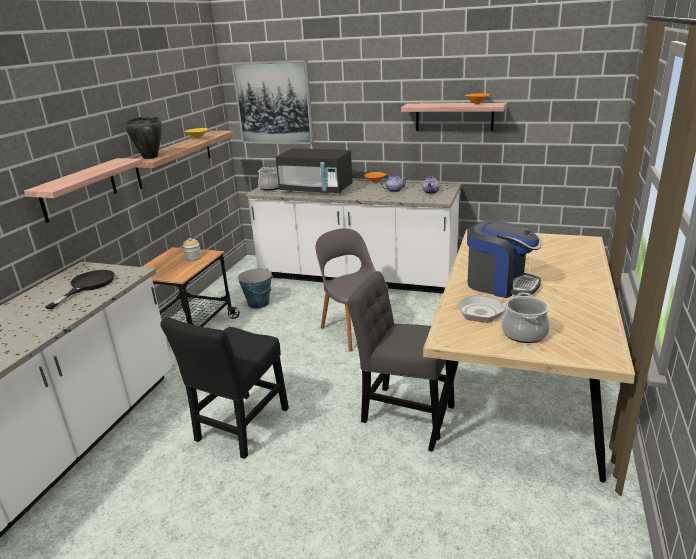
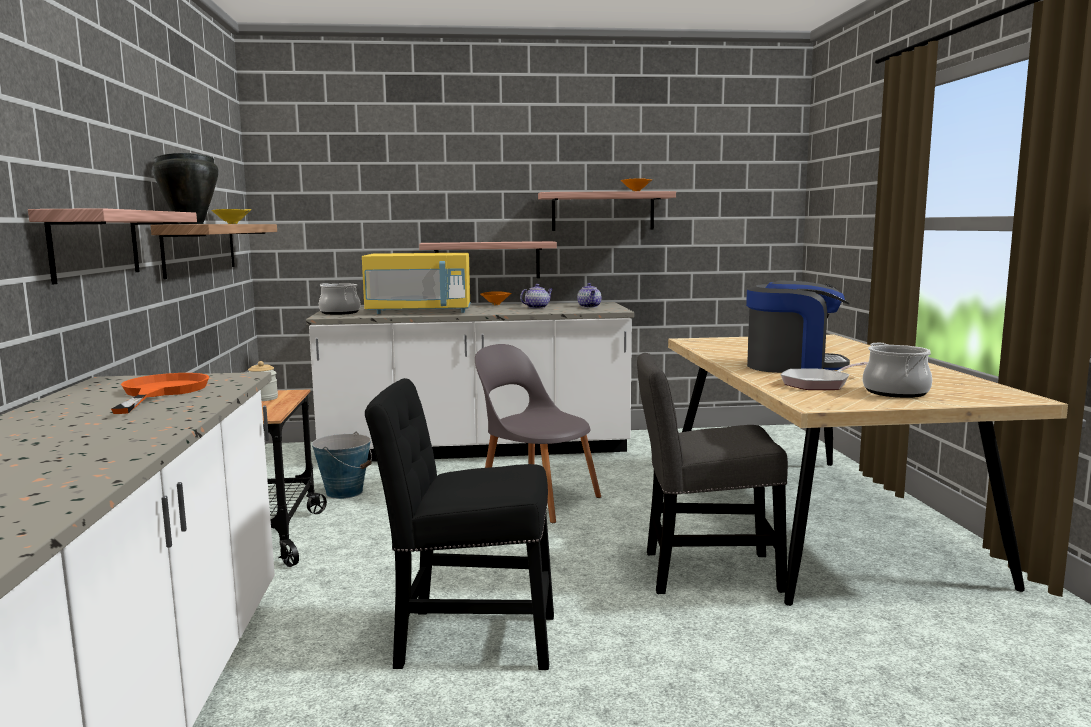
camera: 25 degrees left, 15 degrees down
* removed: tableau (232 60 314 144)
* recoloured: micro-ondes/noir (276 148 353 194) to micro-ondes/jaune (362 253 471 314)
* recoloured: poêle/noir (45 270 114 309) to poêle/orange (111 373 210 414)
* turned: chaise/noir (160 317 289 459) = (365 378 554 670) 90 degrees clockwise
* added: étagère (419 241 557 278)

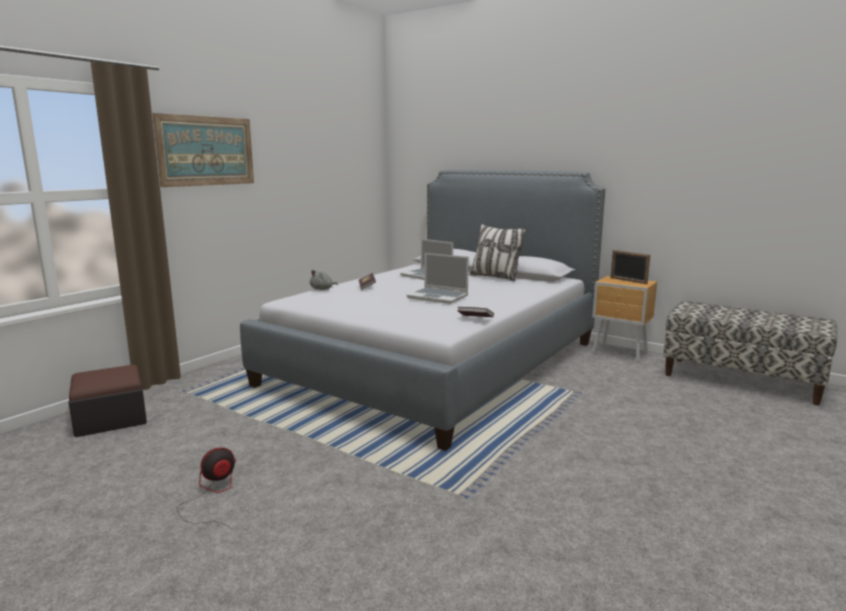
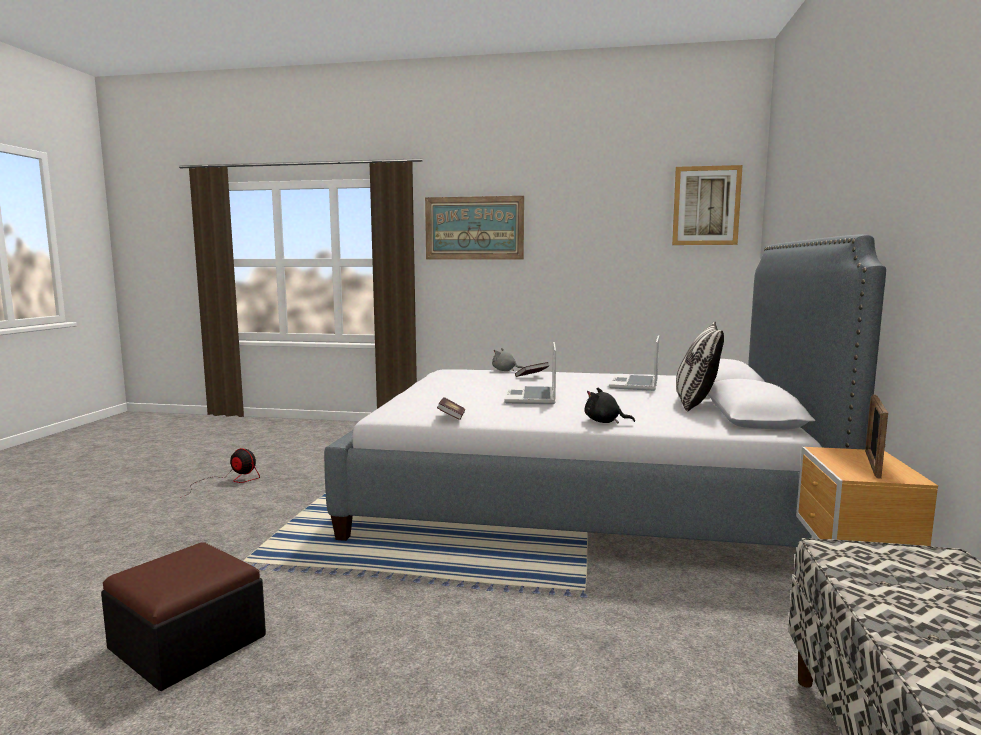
camera: 65 degrees right, 5 degrees down
* moved: pouf (69 365 147 437) to (101 542 266 691)
* added: tableau (672 165 743 245)
* added: peluche/noir (585 388 635 423)

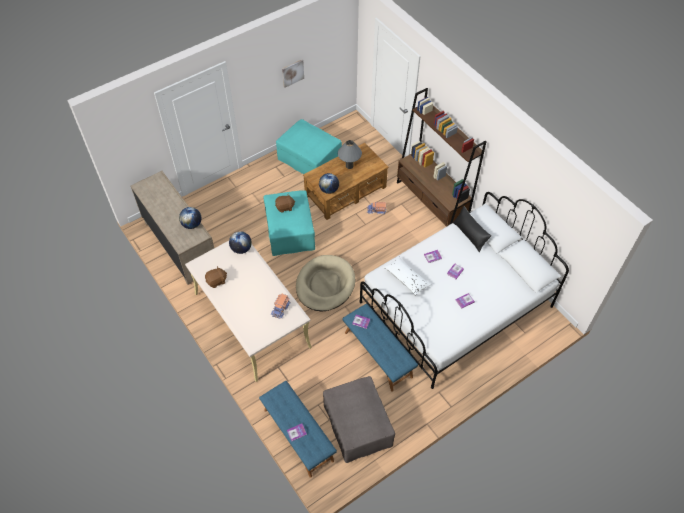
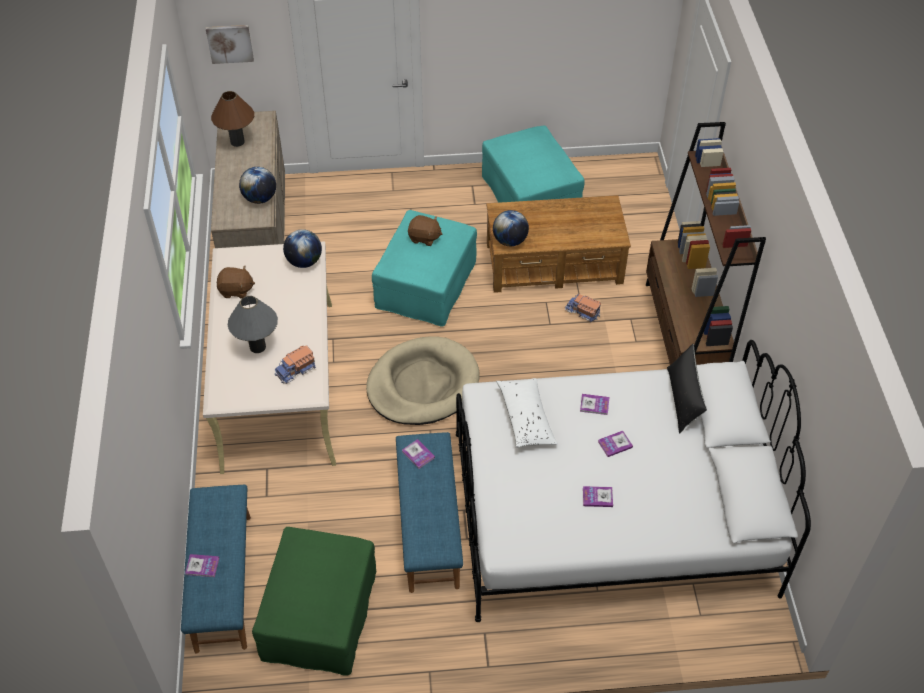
camera: 30 degrees right, 5 degrees down
* moved: tableau (282 60 304 87) to (206 25 254 64)
* moved: lampe de table/gris (338 140 362 169) to (228 296 278 353)
* recoloured: pouf/gris (323 376 395 463) to pouf/vert (252 527 376 675)
* added: lampe de table/marron (211 91 254 147)

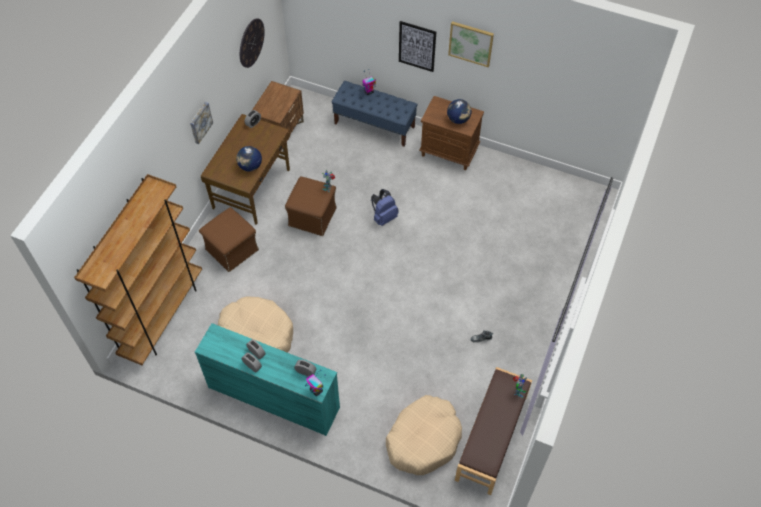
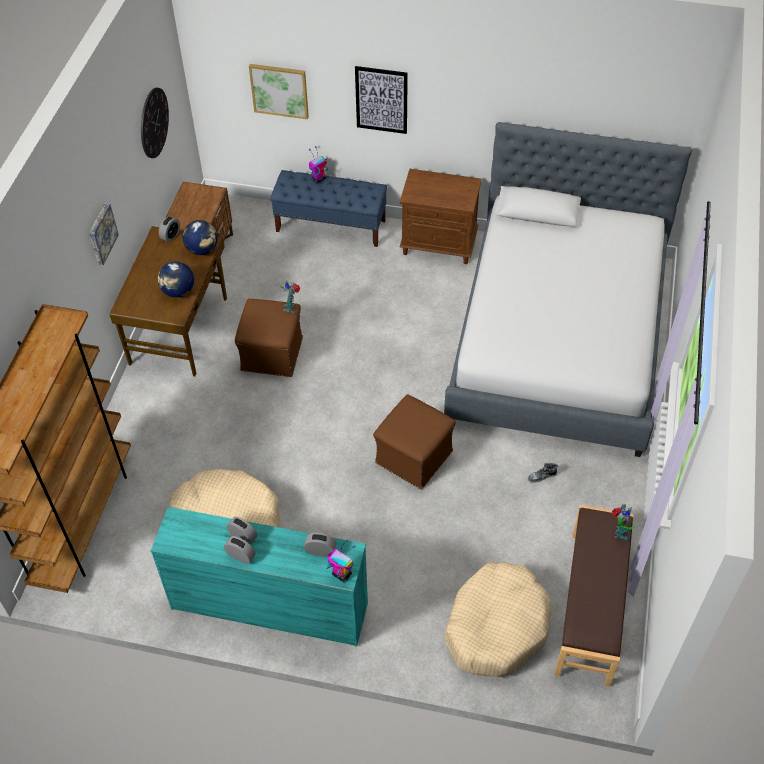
camera: 10 degrees left, 5 degrees down
* moved: tableau (448 21 494 67) to (249 64 309 119)
* moved: globe (447 99 471 124) to (182 220 218 255)
* removed: sac à dos/bleu (371 189 399 226)
* moved: pouf/marron (199 207 259 272) to (373 394 456 489)
* added: lit (444 122 692 457)

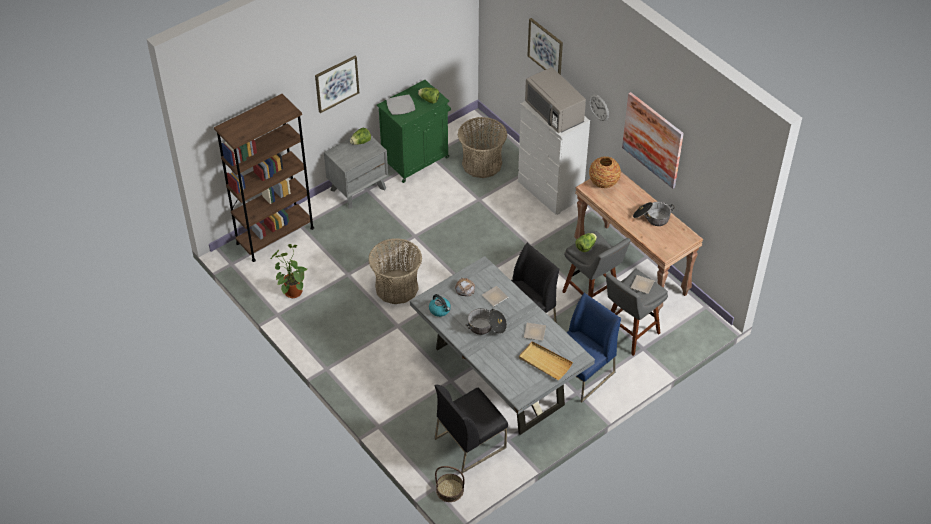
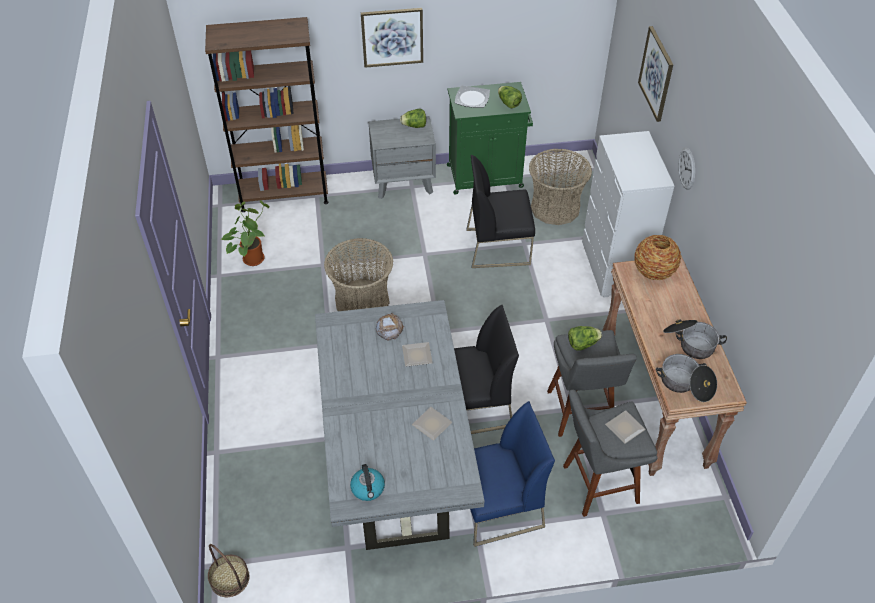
camera: 30 degrees right, 0 degrees up
* removed: micro-ondes/gris (525 67 586 133)
* removed: tableau (622 92 684 189)
* moved: bouilloire (429 294 451 317) to (350 464 385 501)
* moved: marmite (466 308 507 335) to (656 354 717 402)
* removed: plateau/beige (519 341 573 380)
* moved: chaise/noir (434 385 508 473) to (466 155 535 268)

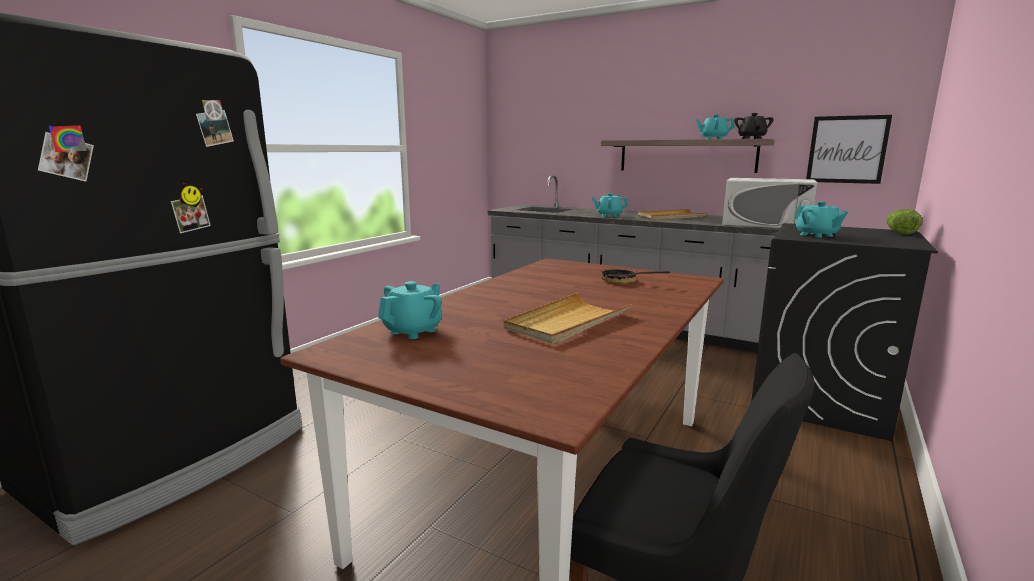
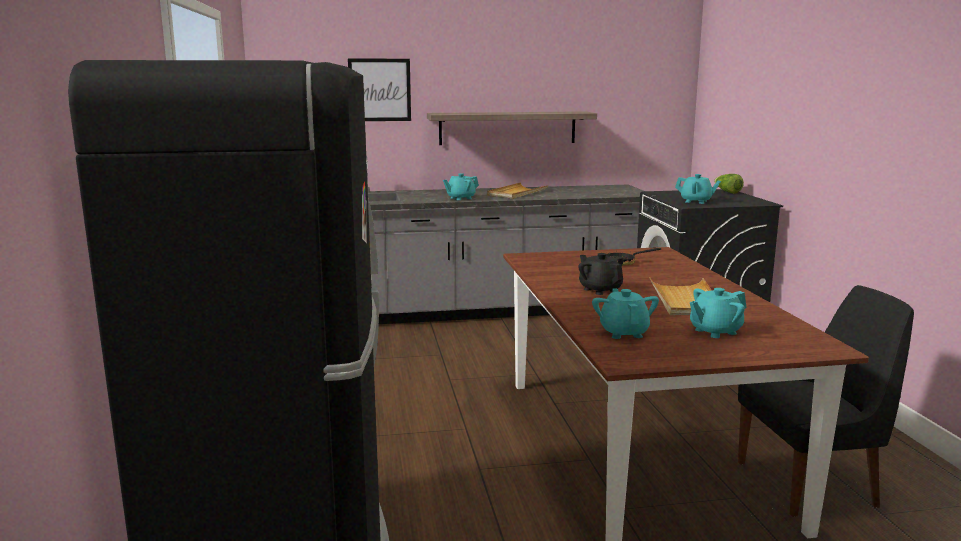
camera: 40 degrees left, 0 degrees up
* moved: théière/noir (734 113 774 139) to (578 253 624 295)
* moved: théière/turquoise (695 114 735 139) to (690 288 747 338)
* moved: tableau (806 115 892 184) to (348 58 411 121)
* removed: micro-ondes/blanc (722 178 818 228)

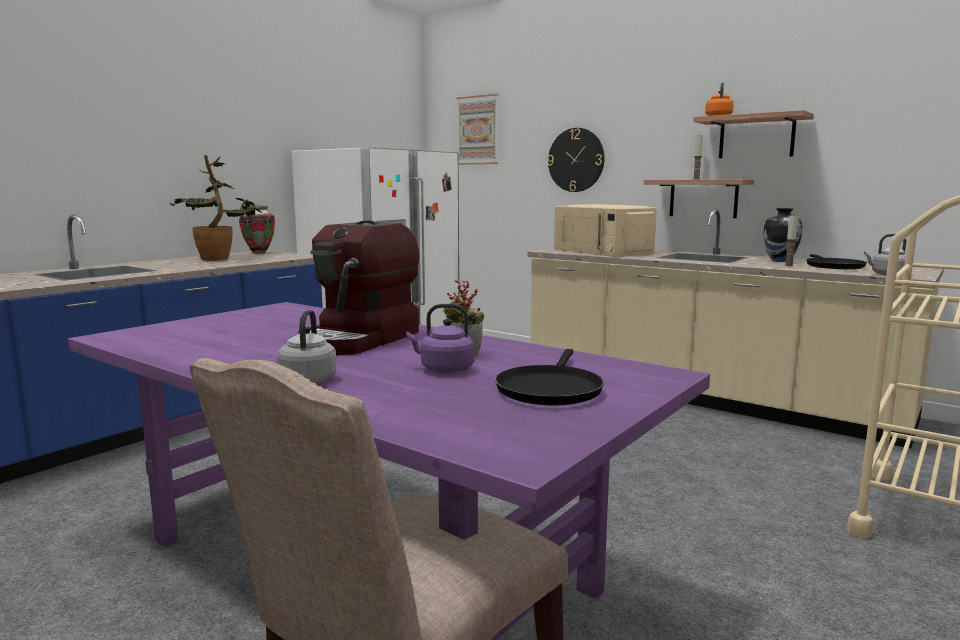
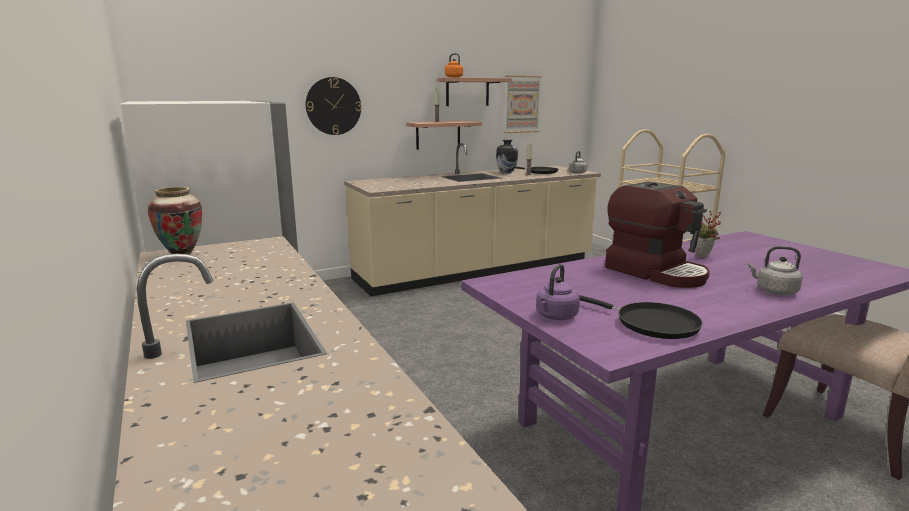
camera: 65 degrees left, 5 degrees up
* moved: tableau (456 94 498 165) to (504 76 542 133)
* removed: plante en pot (170 155 262 261)
* removed: micro-ondes/beige (554 204 657 257)
* moved: bouilloire/violet (406 304 475 373) to (536 264 580 320)
* moved: poêle/noir (495 349 604 406) to (579 295 703 339)

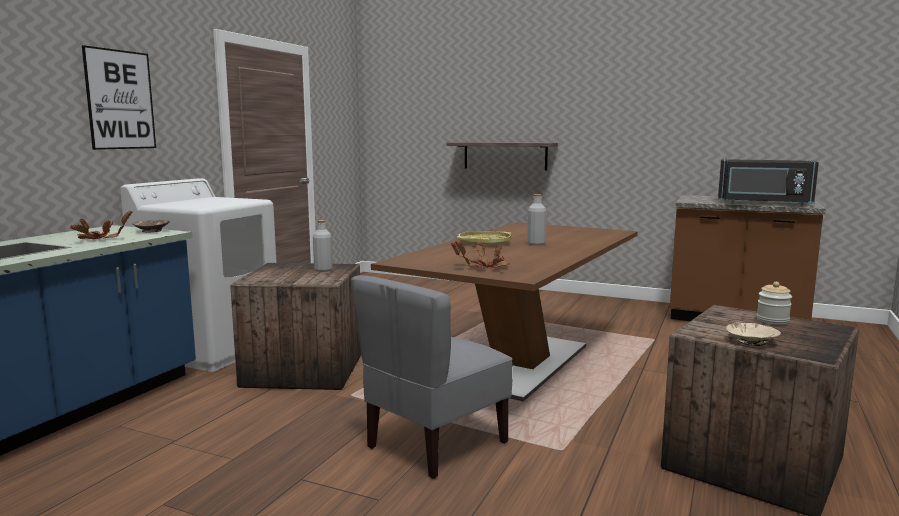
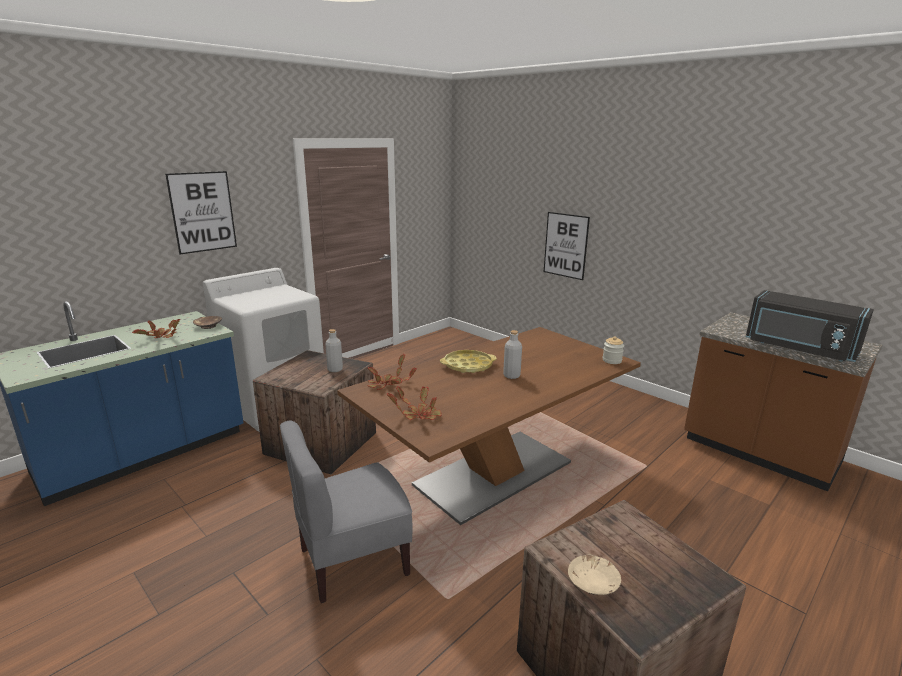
camera: 20 degrees right, 10 degrees up
* replaced: étagère (446 142 558 170) to tableau (544 212 590 280)
* moved: bocal (757 282 792 325) to (602 336 624 364)
* added: plante en pot (367 354 417 390)

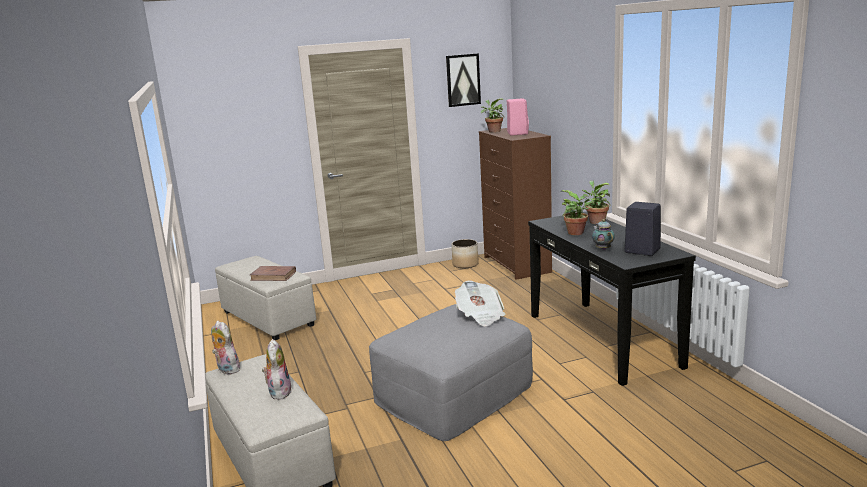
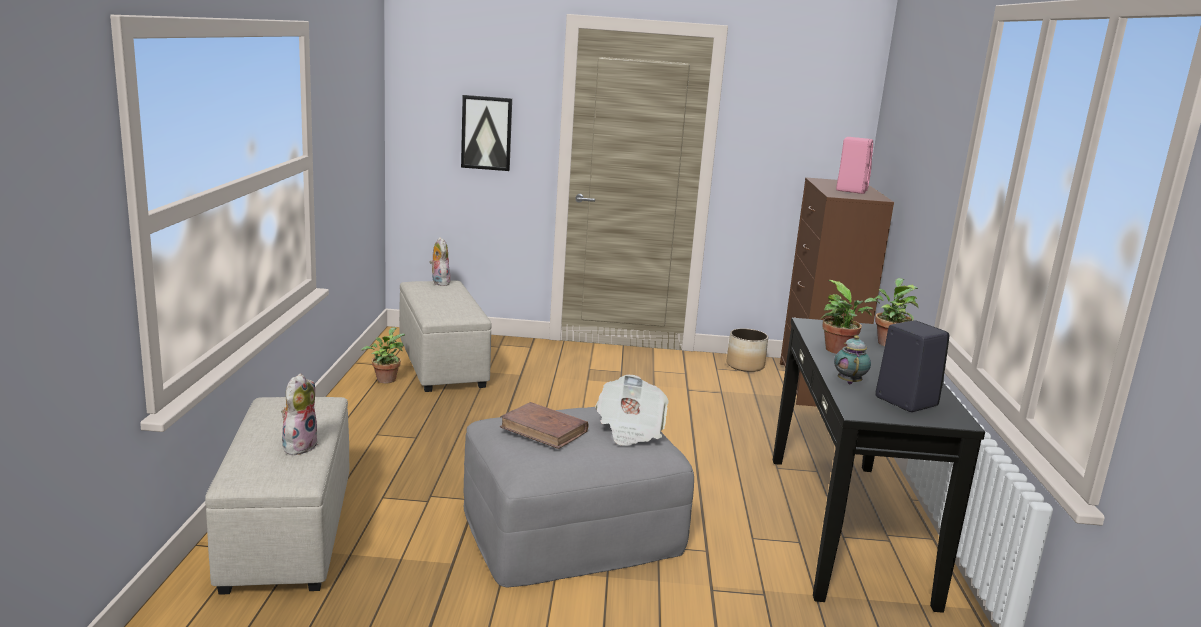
camera: 20 degrees right, 0 degrees up
* moved: tableau (446 53 481 107) to (461 95 512 171)
* moved: plante en pot (480 98 503 133) to (361 327 405 383)
* moved: livre/marron (250 266 296 281) to (500 402 588 449)
* moved: peluche (211 321 240 374) to (429 237 451 286)

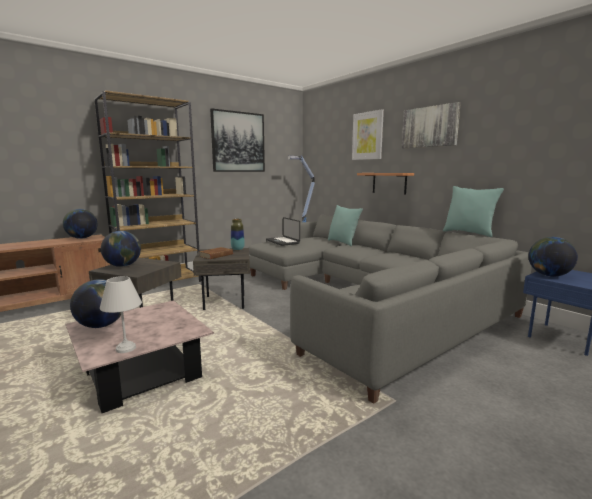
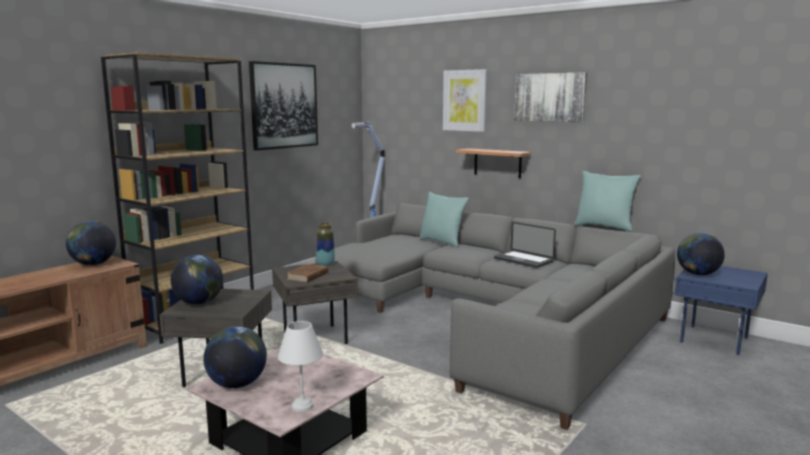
camera: 15 degrees left, 0 degrees up
* moved: ordinateur portable (266 217 300 246) to (494 222 556 268)

